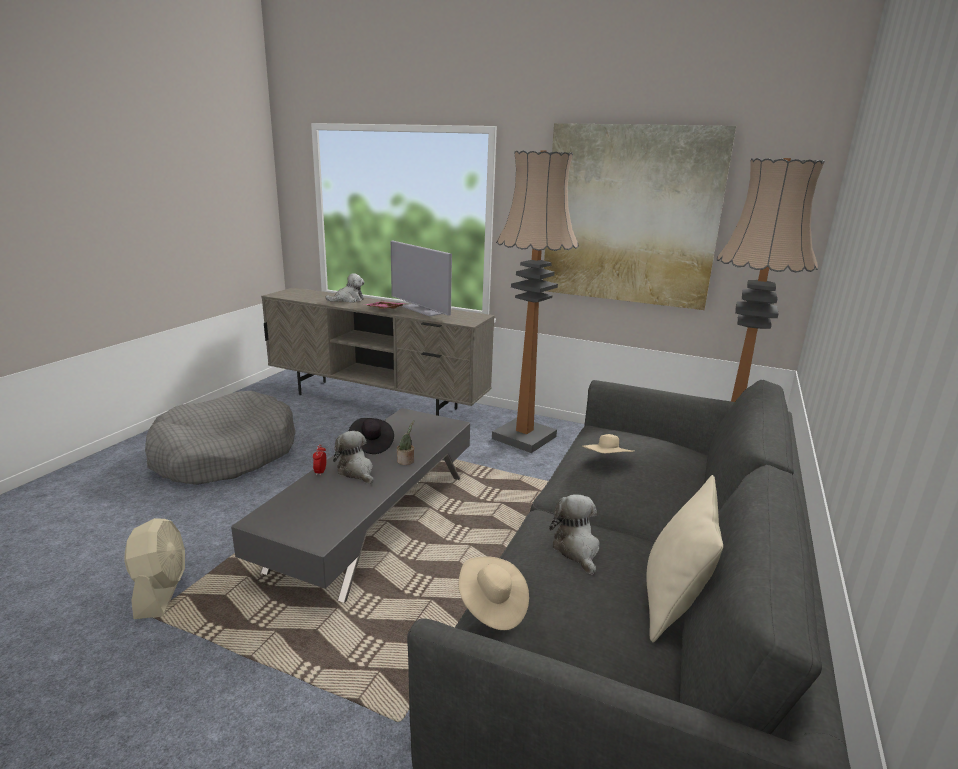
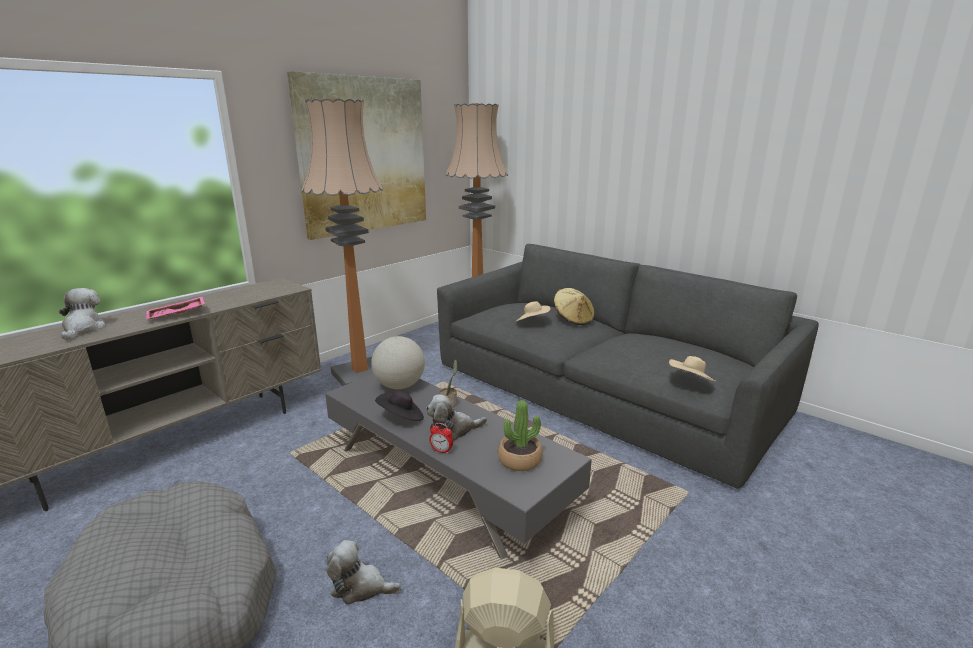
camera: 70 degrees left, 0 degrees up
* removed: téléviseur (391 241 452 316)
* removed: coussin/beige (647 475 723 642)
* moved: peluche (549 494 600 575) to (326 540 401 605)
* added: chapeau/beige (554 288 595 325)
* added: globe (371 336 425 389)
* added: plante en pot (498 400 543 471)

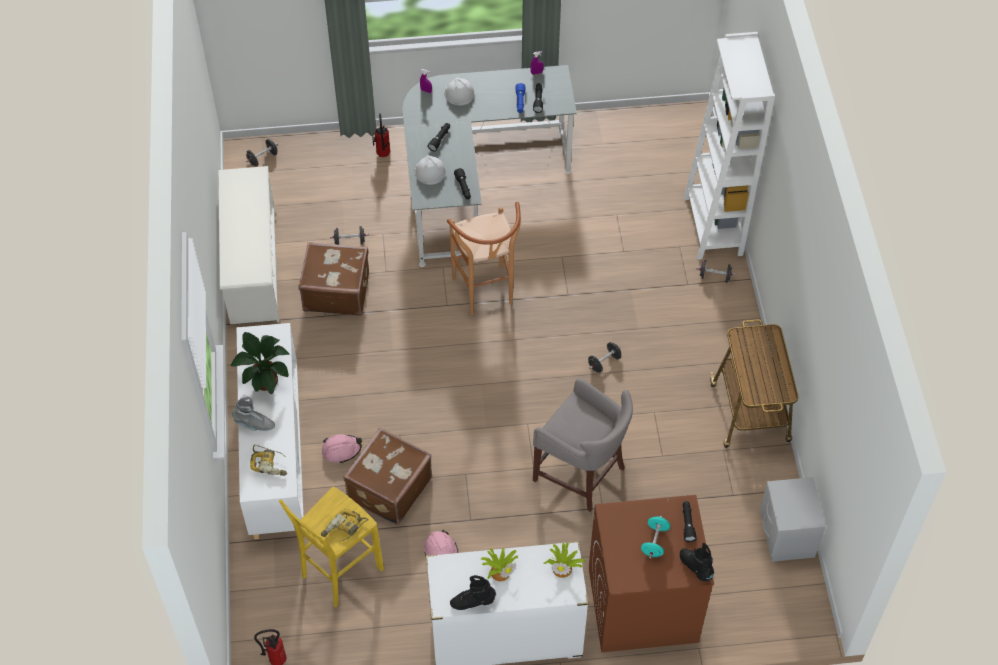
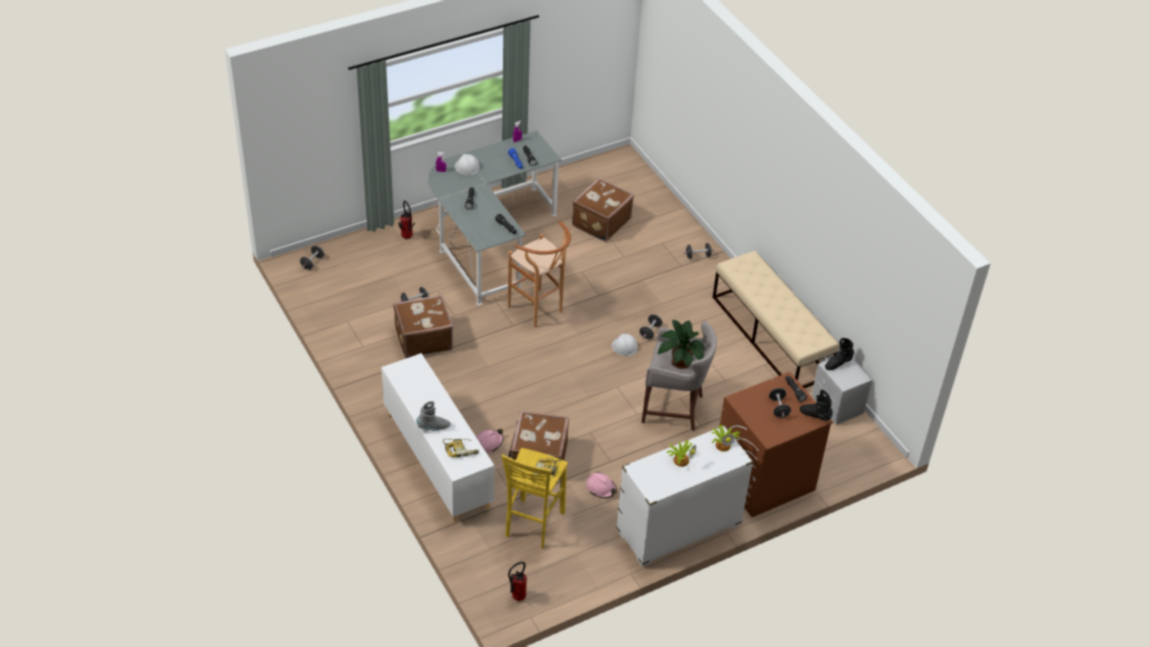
camera: 25 degrees left, 10 degrees down
* removed: bibliothèque/blanc (684 32 775 260)
* moved: casque de chantier/blanc (415 155 446 185) to (612 334 638 356)
* removed: étagère à chaussures/blanc (218 166 279 324)
* replaced: chariot (710 319 799 448) to banc/beige (712 251 839 388)
* moved: plante en pot (231 332 290 394) to (658 320 705 369)
* recoloured: haltère/turquoise (641 516 670 558) to haltère/noir (769 388 791 418)
* moved: botte/noir (450 575 496 610) to (825 338 854 370)
* added: valise/marron (572 178 634 242)

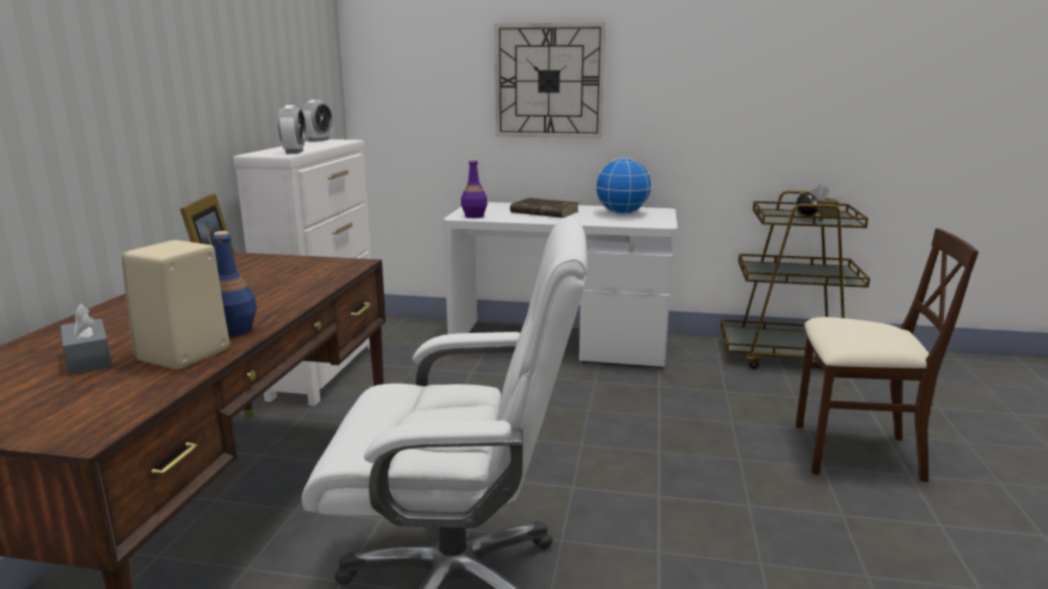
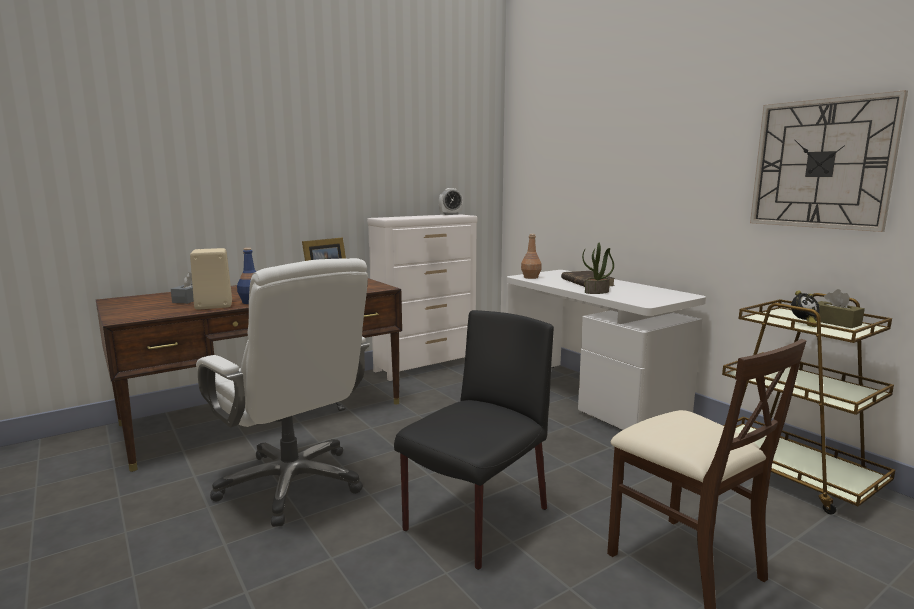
camera: 45 degrees right, 5 degrees down
* moved: horloge murale (495 22 606 138) to (750 90 908 232)
* removed: réveil (277 105 306 154)
* removed: globe (595 158 652 215)
* recoloured: bouteille/violet (461 159 487 218) to bouteille/marron (521 234 542 279)
* added: plante en pot (582 243 614 294)
* added: chaise/noir (394 310 554 570)

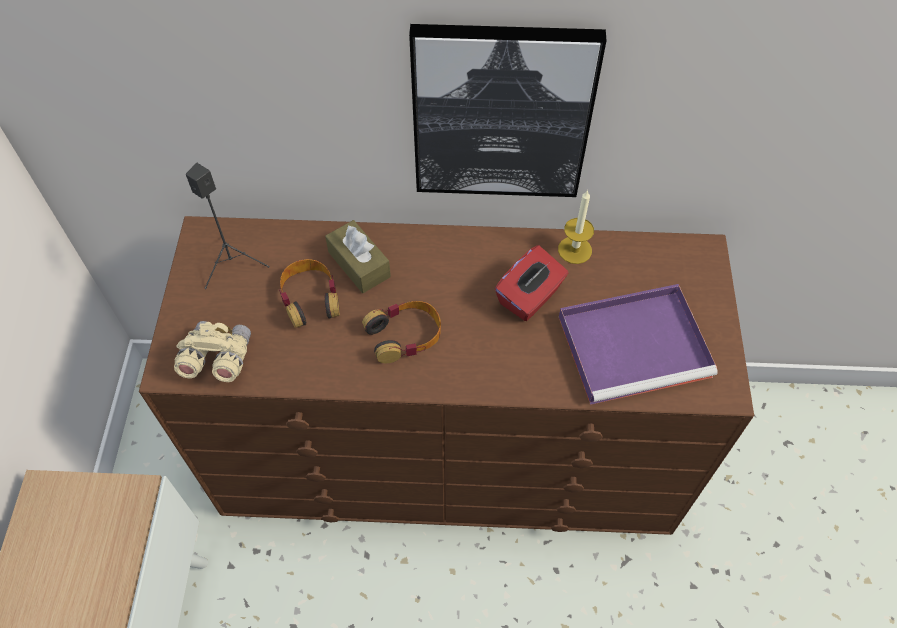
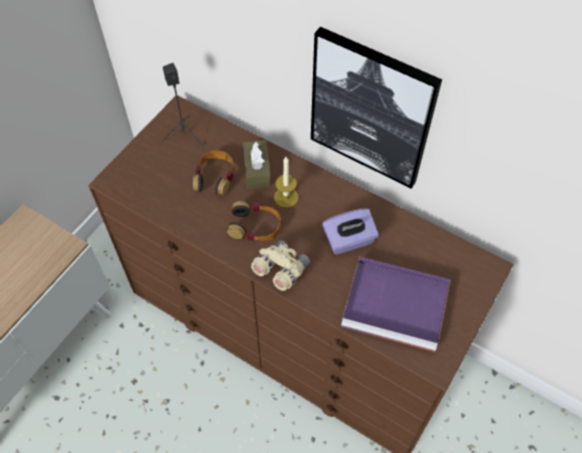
camera: 30 degrees right, 0 degrees up
* moved: bougie (558 190 594 264) to (274 157 299 208)
* recoloured: boîte à mouchoirs/rouge (495 245 569 321) to boîte à mouchoirs/violet (322 208 379 255)
* moved: jumelles/beige (174 321 251 382) to (251 241 310 291)

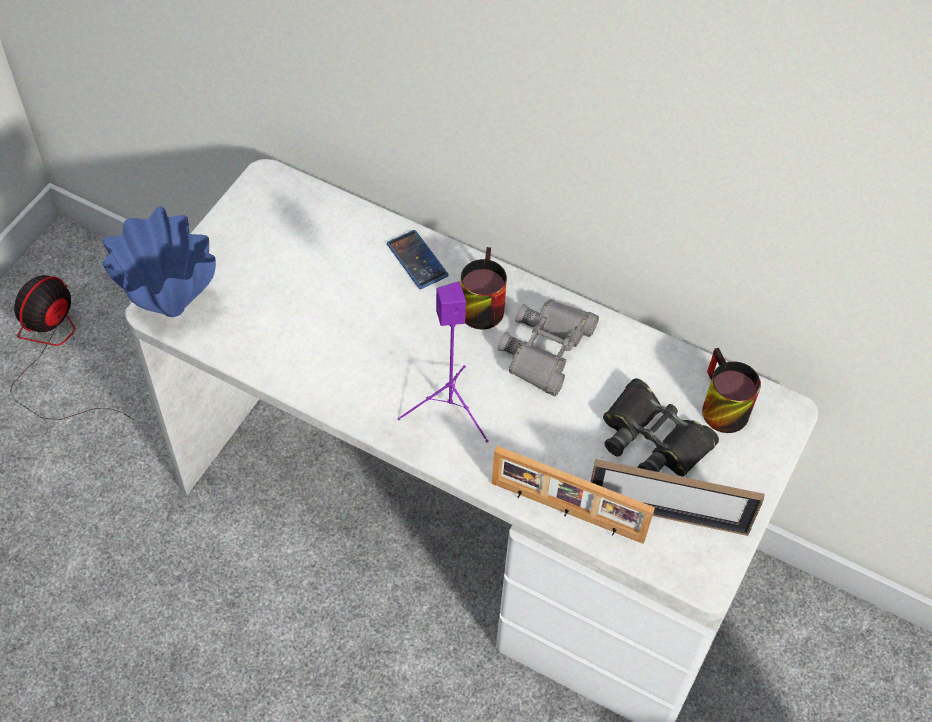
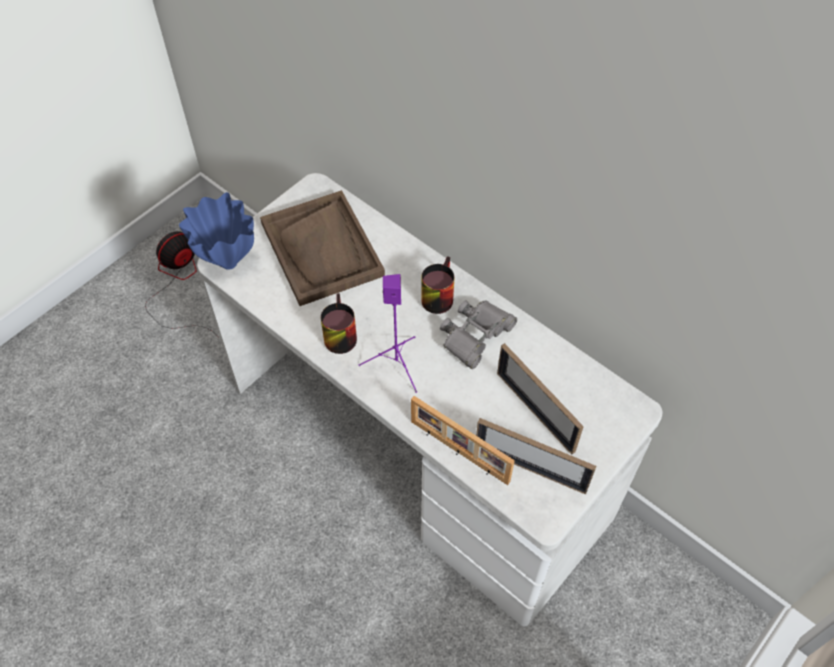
camera: 15 degrees right, 0 degrees up
* removed: téléphone (387 230 449 289)
* moved: mug (702 348 761 433) to (321 293 357 354)
* replaced: jumelles/noir (603 378 719 476) to cadre photo (497 343 584 455)
* added: plateau/marron (260 190 385 306)

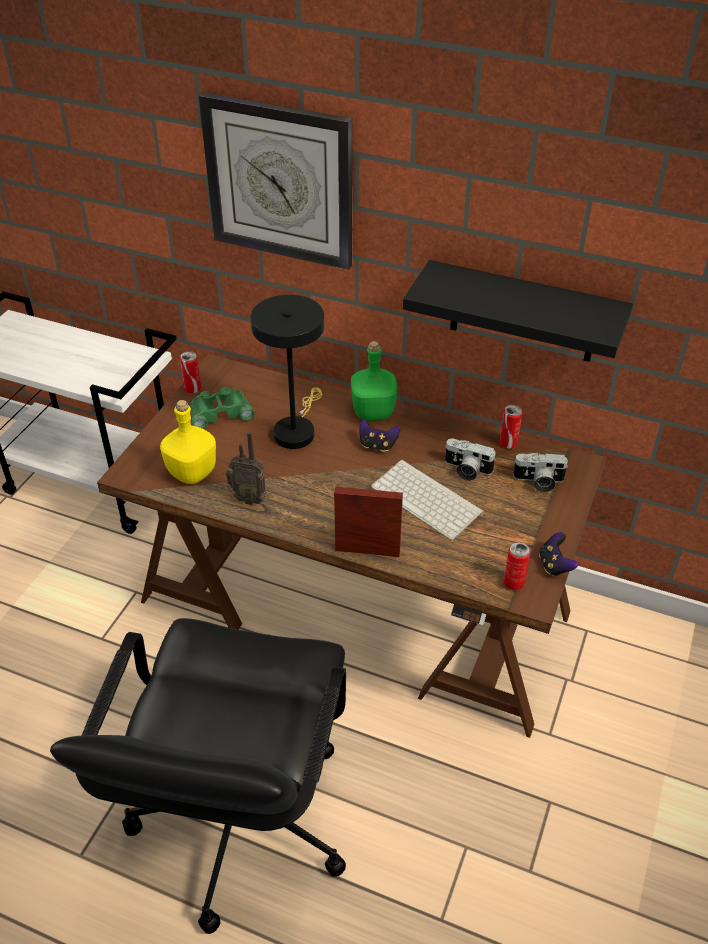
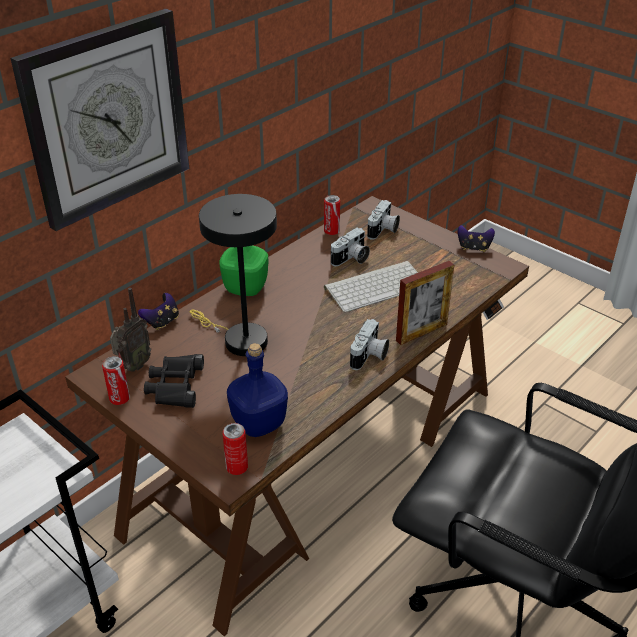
camera: 70 degrees left, 5 degrees down
* removed: étagère/noir (403 260 633 362)
* recoloured: jumelles/vert (190 387 255 429) to jumelles/noir (144 354 204 408)
* recoloured: bouteille/jaune (160 400 216 484) to bouteille/bleu (227 343 288 437)
* moved: manette (359 419 400 452) to (138 293 179 330)
* moved: radio (226 432 266 505) to (110 288 151 372)
* turned: cadre photo (334 486 403 557) = (396 261 454 345) 150 degrees counterclockwise
* moved: boîte métallique (504 542 530 590) to (223 423 248 475)
* added: appareil photo (350 319 389 370)

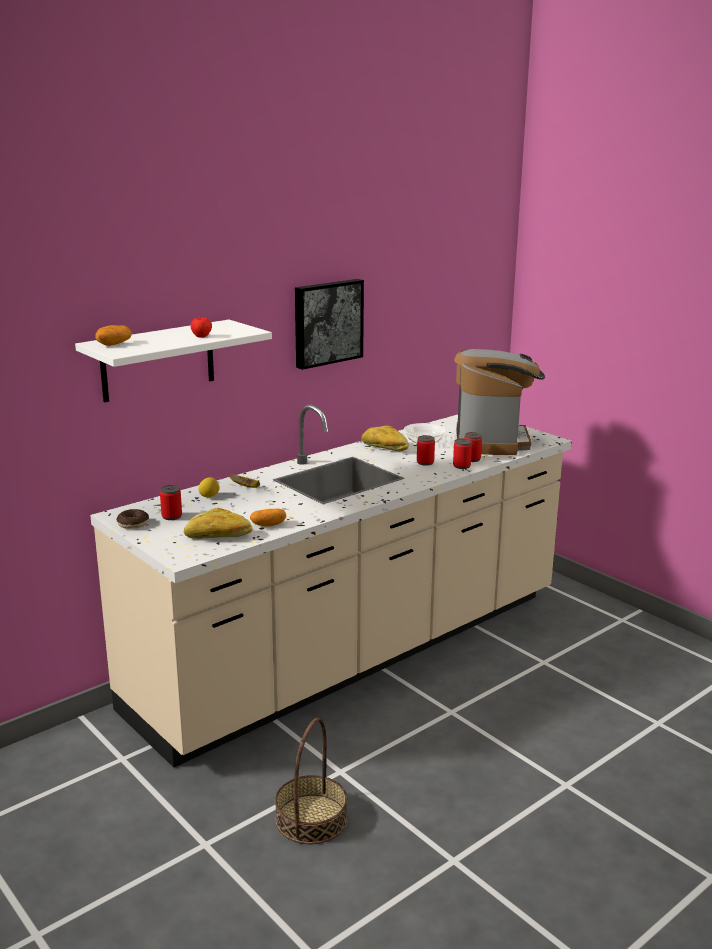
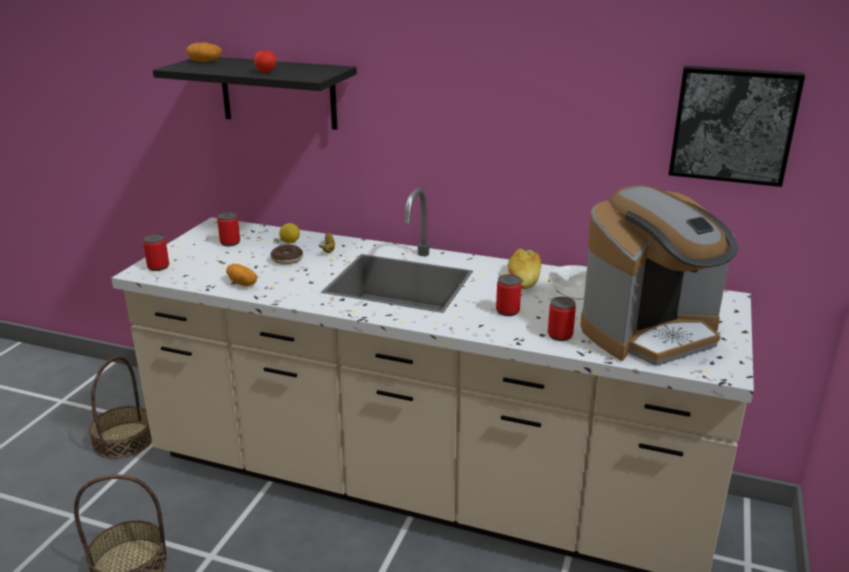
camera: 60 degrees right, 5 degrees up
* moved: tableau (295 279 364 370) to (669 66 805 187)
* recoloured: étagère/blanc (75 320 272 402) to étagère/noir (153 57 357 130)
* moved: boîte métallique (453 439 472 469) to (143 234 169 271)
* removed: pain (184 508 252 539)
* moved: beignet (116 509 149 529) to (271 245 303 264)
* added: panier (89 356 152 459)

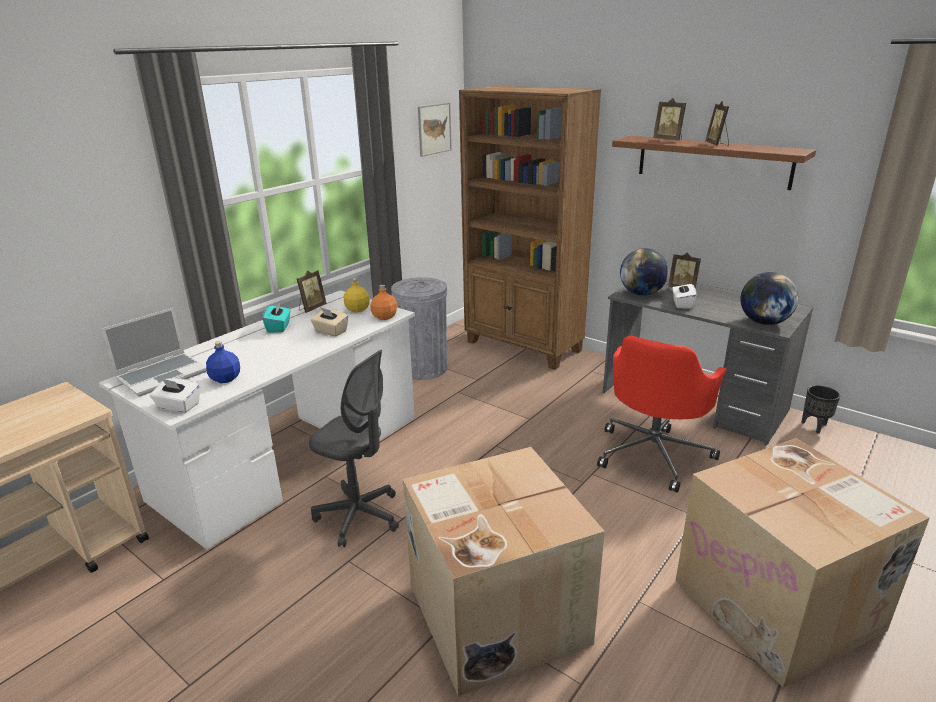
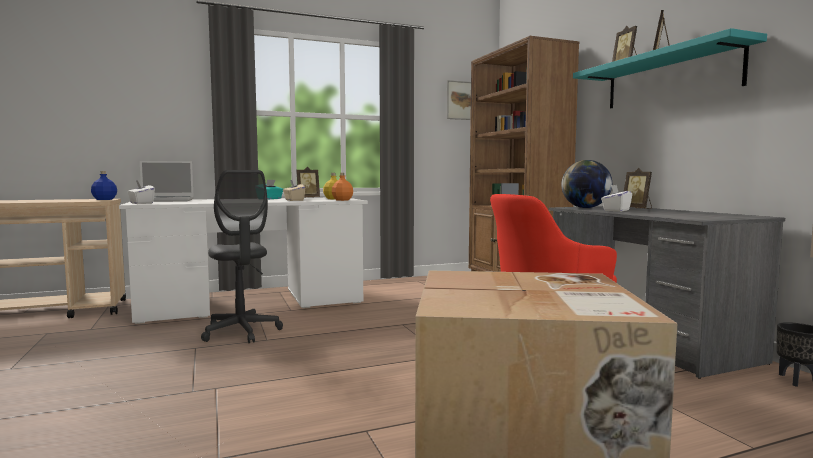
camera: 30 degrees right, 20 degrees down
* recoloured: étagère/marron (612 136 816 190) to étagère/turquoise (573 28 767 109)
* removed: globe (740 272 799 325)
* removed: poubelle/gris (391 277 447 380)
* moved: bouteille/bleu (206 341 240 383) to (91 171 117 200)
* removed: carton (403 447 605 696)

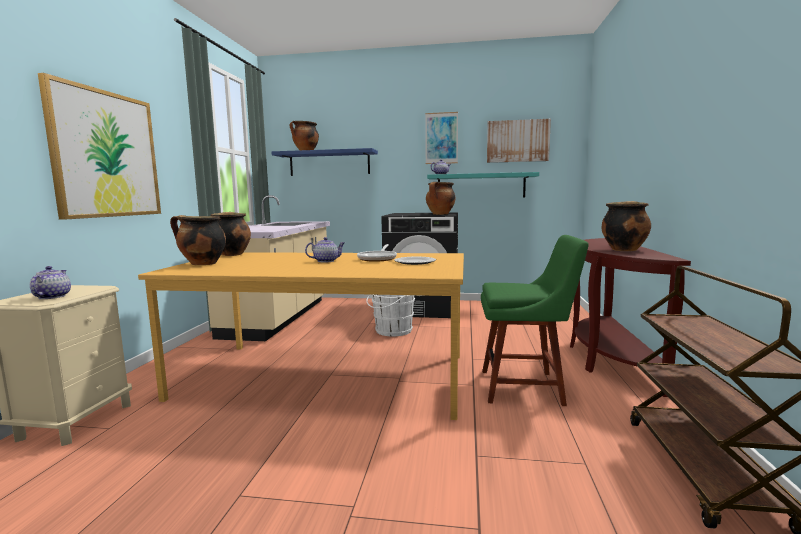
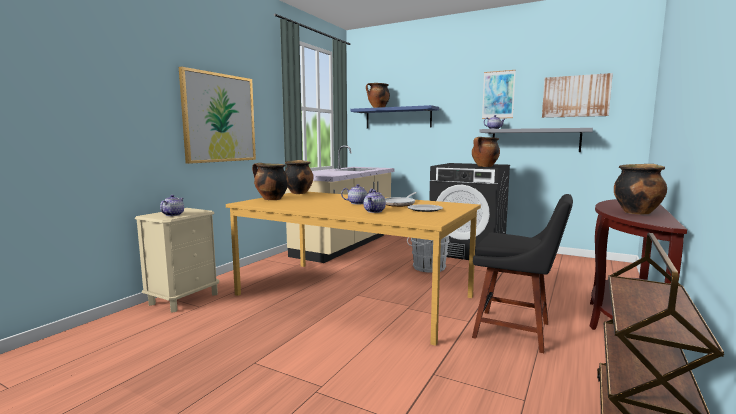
camera: 20 degrees right, 0 degrees up
* recoloured: étagère/turquoise (427 172 539 197) to étagère/gris (479 128 593 152)
* recoloured: chaise/vert (481 235 589 406) to chaise/noir (472 194 573 353)
* added: théière (363 190 386 213)

